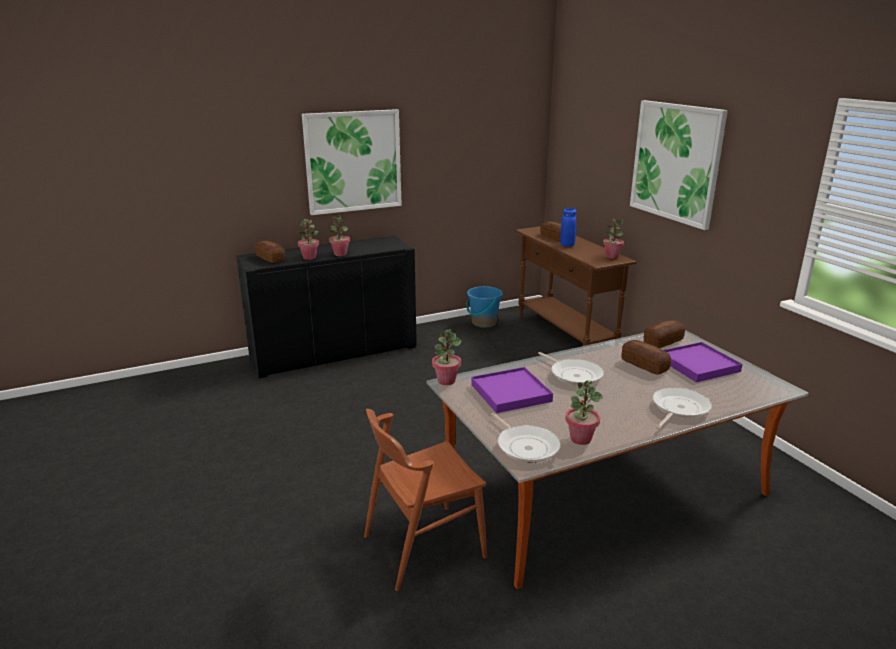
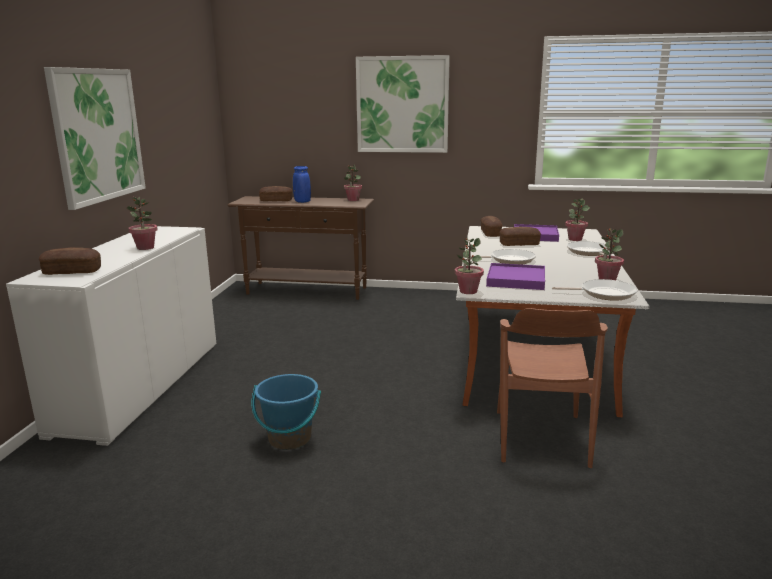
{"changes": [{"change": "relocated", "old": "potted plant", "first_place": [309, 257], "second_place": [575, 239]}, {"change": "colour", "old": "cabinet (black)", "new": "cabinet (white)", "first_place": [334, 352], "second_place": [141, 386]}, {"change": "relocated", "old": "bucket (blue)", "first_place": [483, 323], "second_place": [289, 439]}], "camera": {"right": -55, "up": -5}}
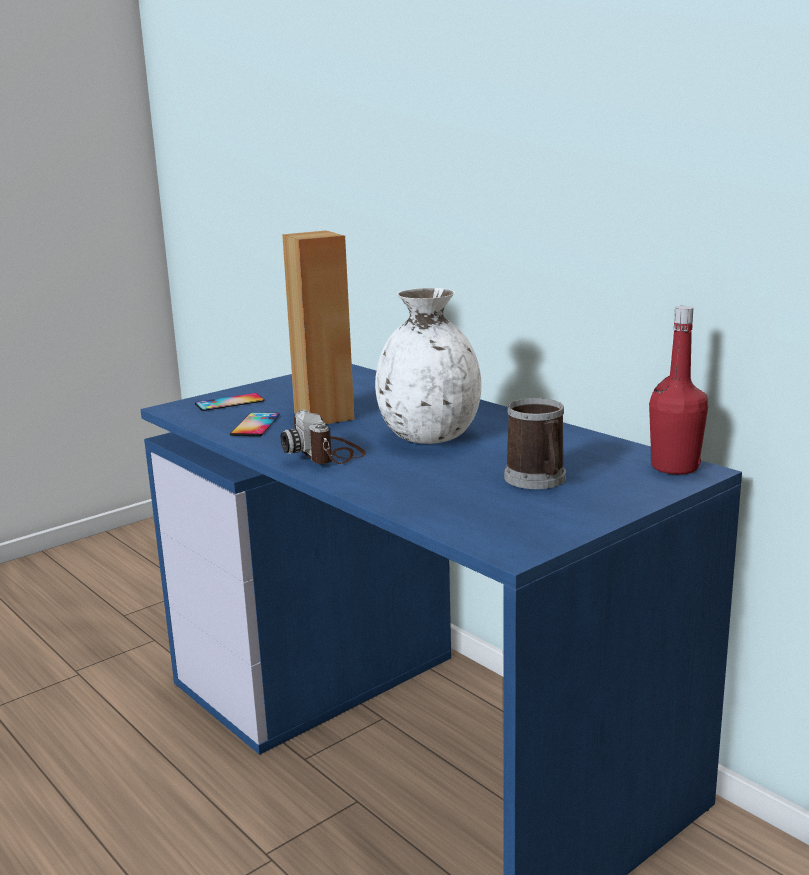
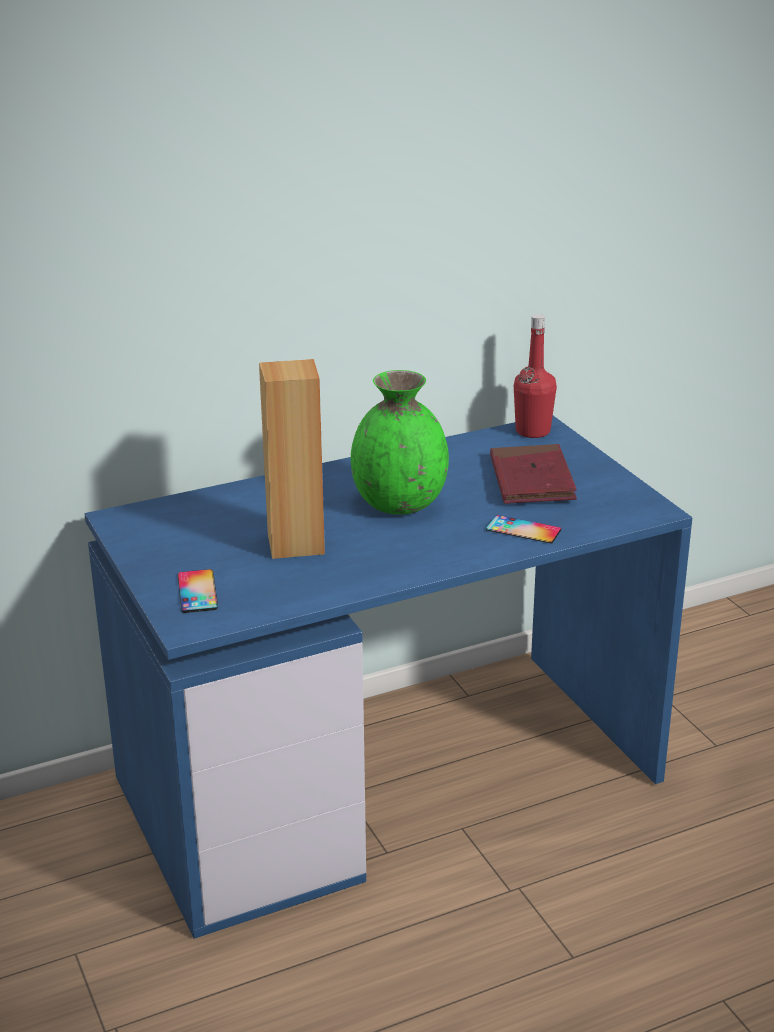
{"changes": [{"change": "colour", "old": "vase (white)", "new": "vase (green)", "first_place": [428, 437], "second_place": [399, 504]}, {"change": "exchanged", "old": "mug", "new": "book (red)", "first_place": [538, 480], "second_place": [531, 480]}, {"change": "missing", "old": "photo camera", "first_place": [327, 453]}, {"change": "relocated", "old": "phone", "first_place": [255, 425], "second_place": [523, 530]}], "camera": {"right": -75, "up": 10}}
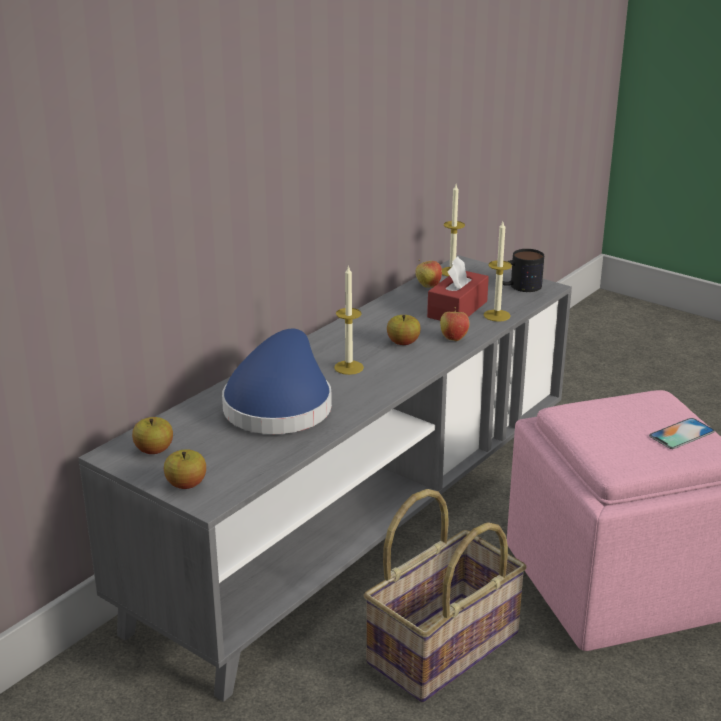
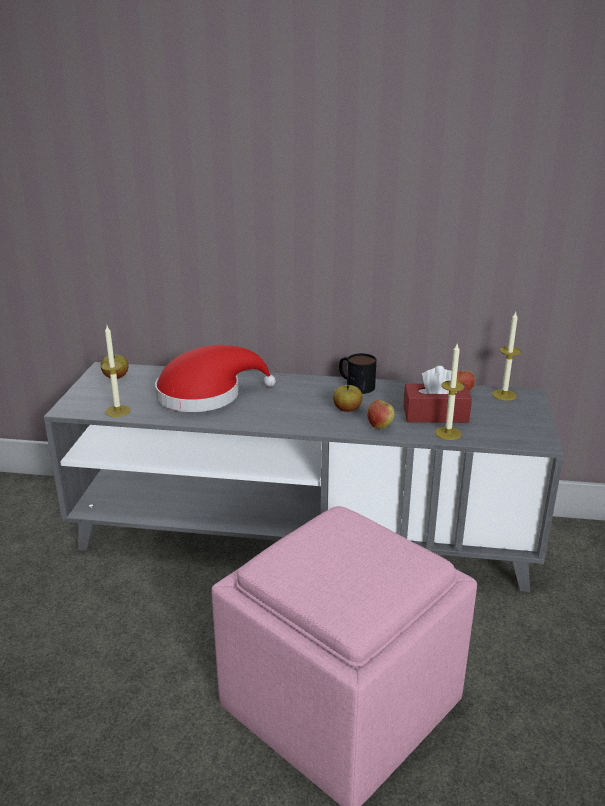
{"changes": [{"change": "relocated", "old": "mug", "first_place": [519, 287], "second_place": [355, 385]}, {"change": "relocated", "old": "candle", "first_place": [349, 367], "second_place": [117, 411]}, {"change": "colour", "old": "hat (blue)", "new": "hat (red)", "first_place": [279, 405], "second_place": [206, 395]}, {"change": "missing", "old": "phone", "first_place": [681, 434]}, {"change": "missing", "old": "apple", "first_place": [186, 485]}, {"change": "missing", "old": "basket", "first_place": [442, 646]}], "camera": {"right": 60, "up": 0}}
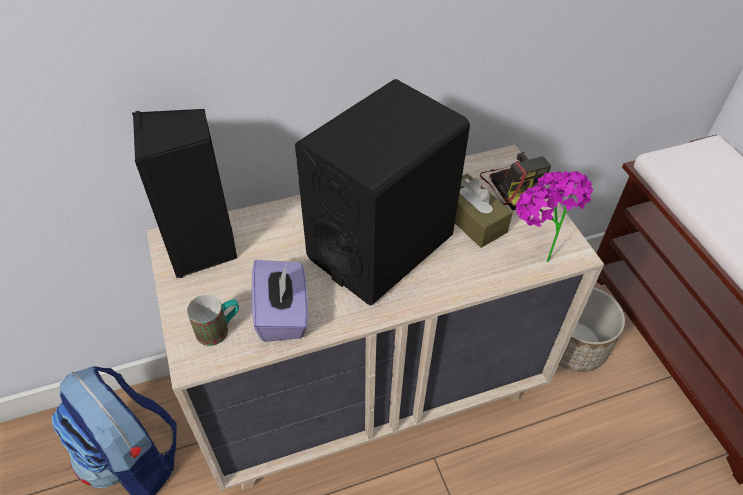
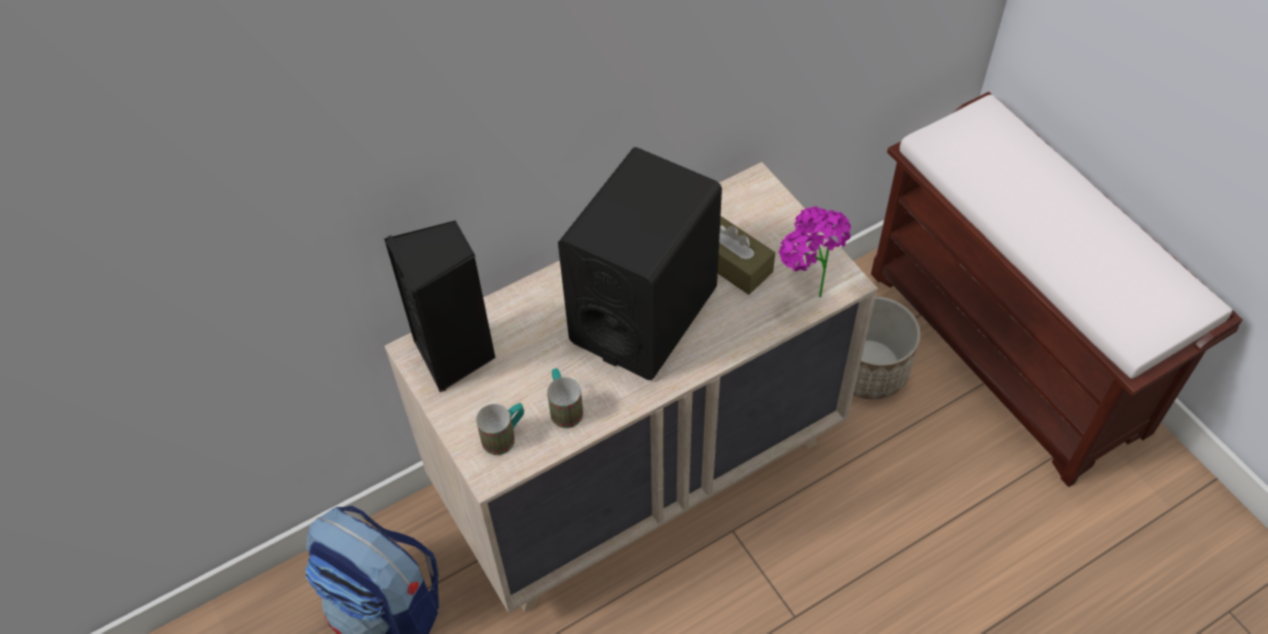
{"changes": [{"change": "missing", "old": "photo camera", "first_place": [512, 185]}, {"change": "exchanged", "old": "tissue box (purple)", "new": "mug", "first_place": [283, 314], "second_place": [564, 407]}], "camera": {"right": -10, "up": 5}}
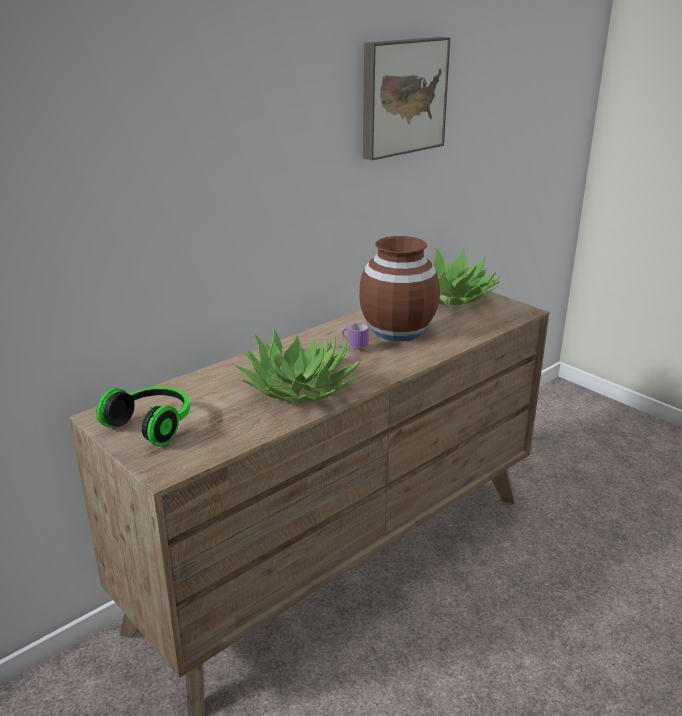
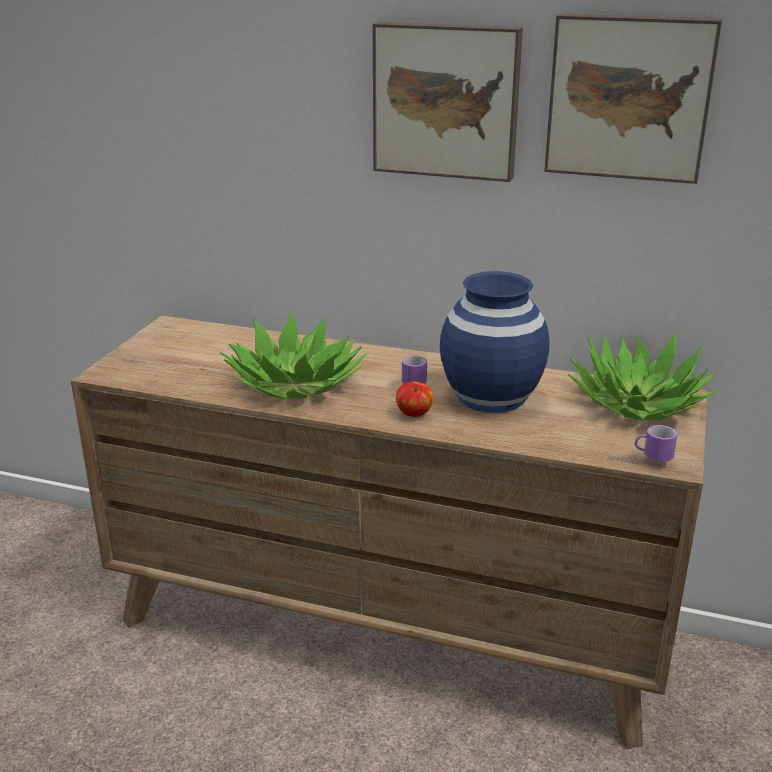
{"changes": [{"change": "colour", "old": "vase (brown)", "new": "vase (blue)", "first_place": [398, 330], "second_place": [491, 397]}, {"change": "missing", "old": "headphones", "first_place": [153, 425]}, {"change": "appeared", "new": "picture", "second_place": [446, 100]}, {"change": "appeared", "new": "apple", "second_place": [414, 414]}, {"change": "appeared", "new": "mug", "second_place": [639, 462]}], "camera": {"right": 60, "up": 0}}
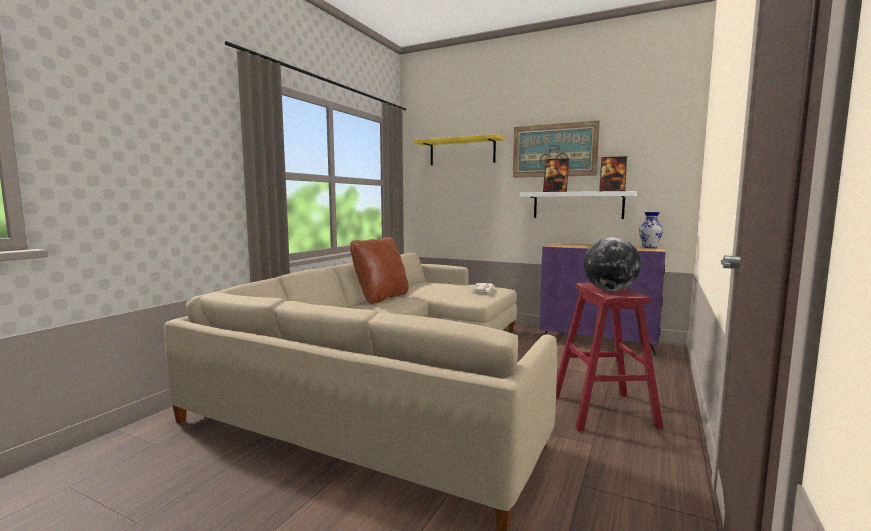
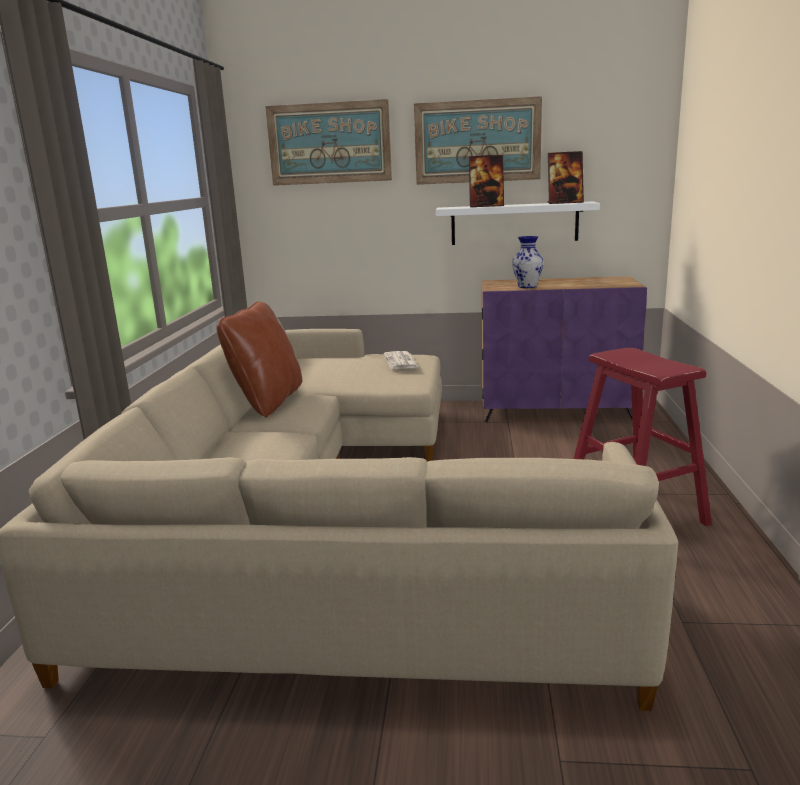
{"changes": [{"change": "exchanged", "old": "shelf (yellow)", "new": "picture", "first_place": [462, 152], "second_place": [329, 143]}, {"change": "relocated", "old": "vase", "first_place": [649, 247], "second_place": [527, 286]}, {"change": "missing", "old": "globe", "first_place": [610, 290]}], "camera": {"right": -20, "up": 10}}
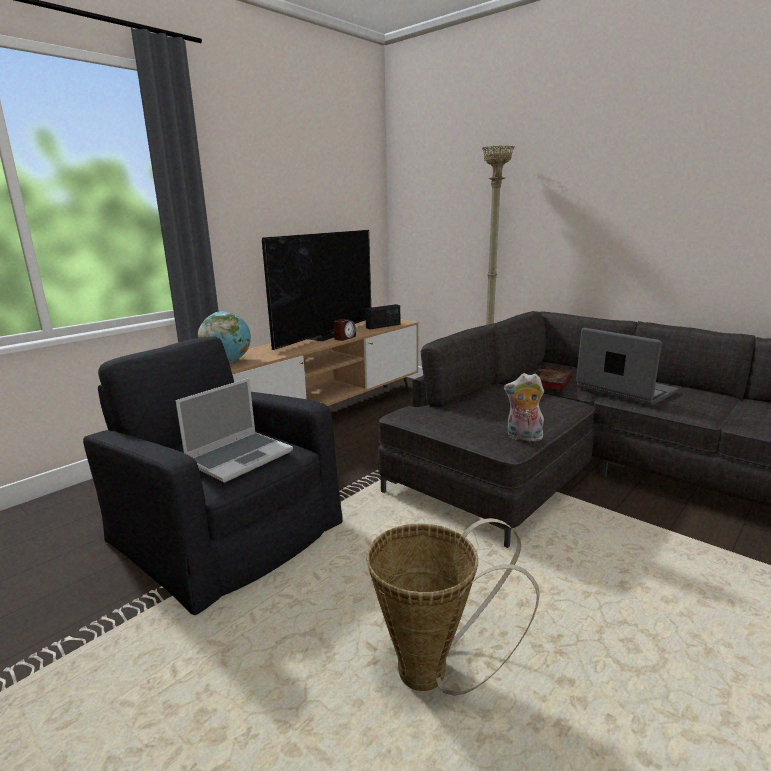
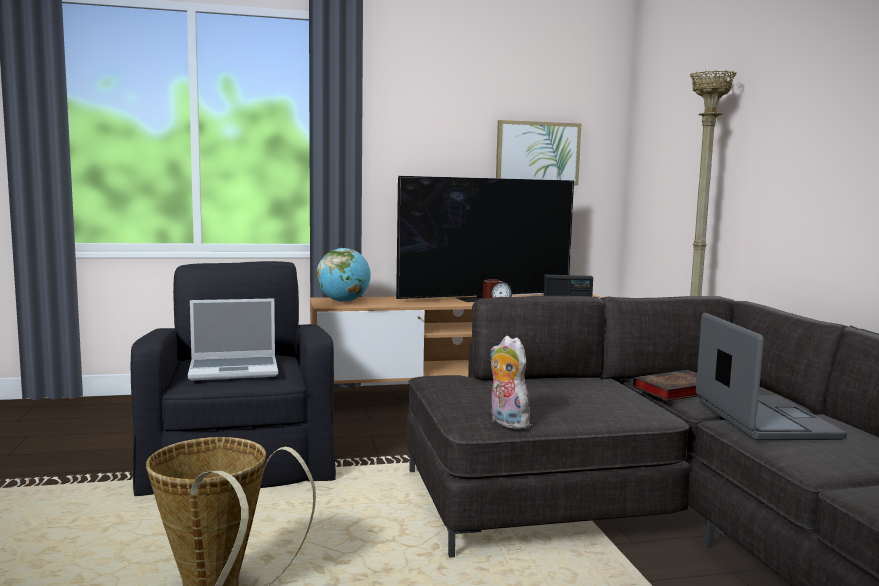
{"changes": [{"change": "appeared", "new": "picture", "second_place": [537, 153]}], "camera": {"right": 35, "up": -10}}
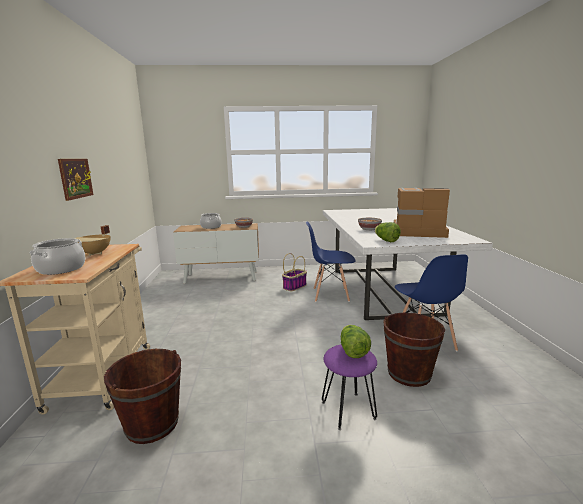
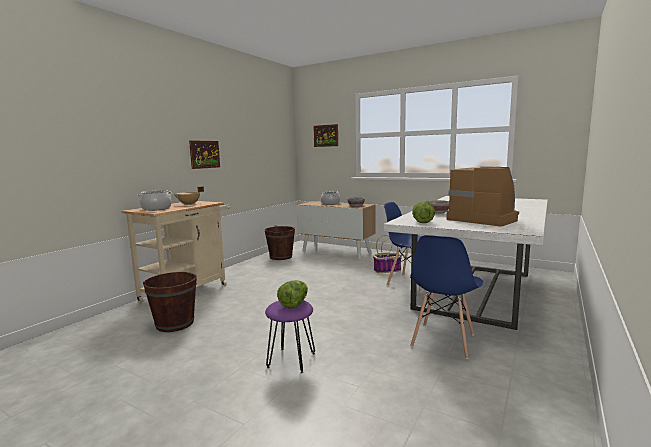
{"changes": [{"change": "relocated", "old": "bucket (brown)", "first_place": [409, 373], "second_place": [281, 257]}, {"change": "appeared", "new": "picture", "second_place": [326, 135]}], "camera": {"right": 35, "up": -5}}
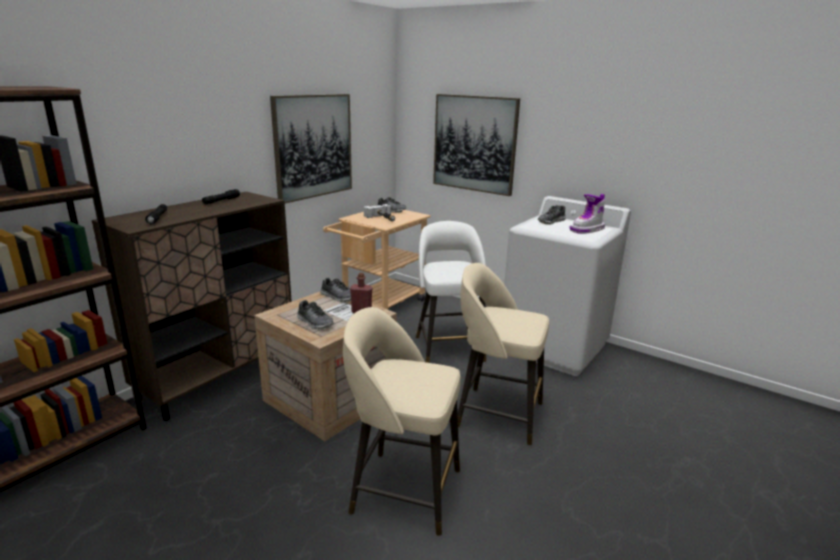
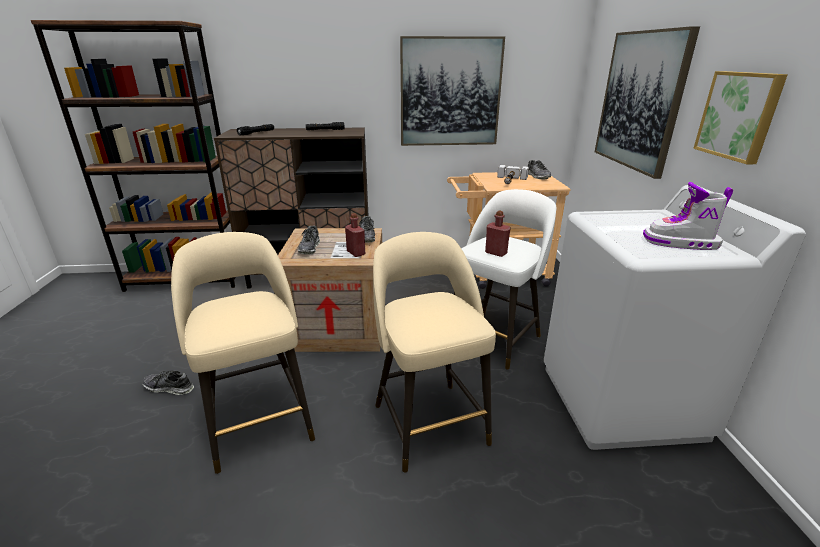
{"changes": [{"change": "relocated", "old": "shoe", "first_place": [551, 221], "second_place": [169, 388]}, {"change": "appeared", "new": "picture", "second_place": [739, 115]}, {"change": "appeared", "new": "bottle (red)", "second_place": [496, 253]}], "camera": {"right": 50, "up": 5}}
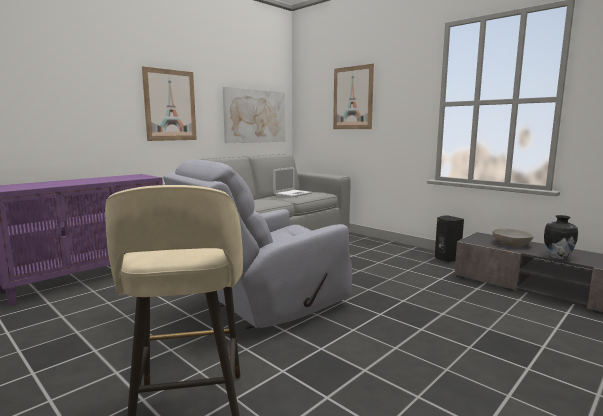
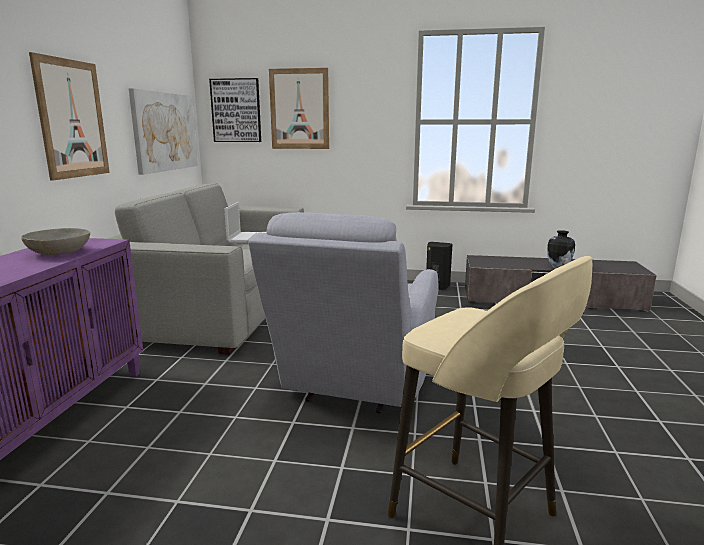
{"changes": [{"change": "relocated", "old": "bowl (grey)", "first_place": [511, 244], "second_place": [59, 252]}, {"change": "appeared", "new": "picture", "second_place": [236, 110]}], "camera": {"right": -35, "up": 5}}
